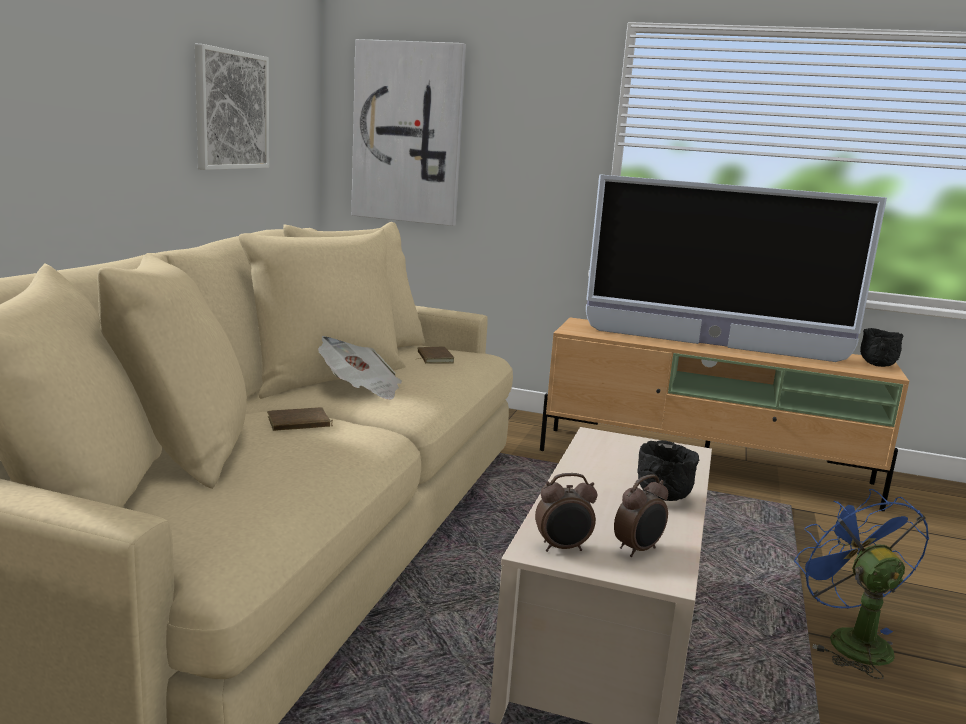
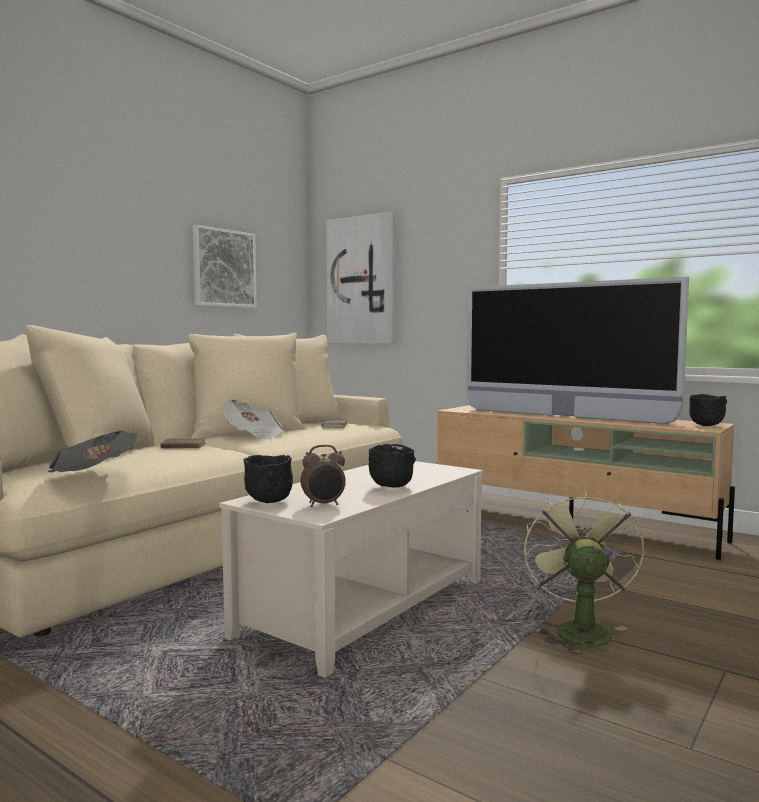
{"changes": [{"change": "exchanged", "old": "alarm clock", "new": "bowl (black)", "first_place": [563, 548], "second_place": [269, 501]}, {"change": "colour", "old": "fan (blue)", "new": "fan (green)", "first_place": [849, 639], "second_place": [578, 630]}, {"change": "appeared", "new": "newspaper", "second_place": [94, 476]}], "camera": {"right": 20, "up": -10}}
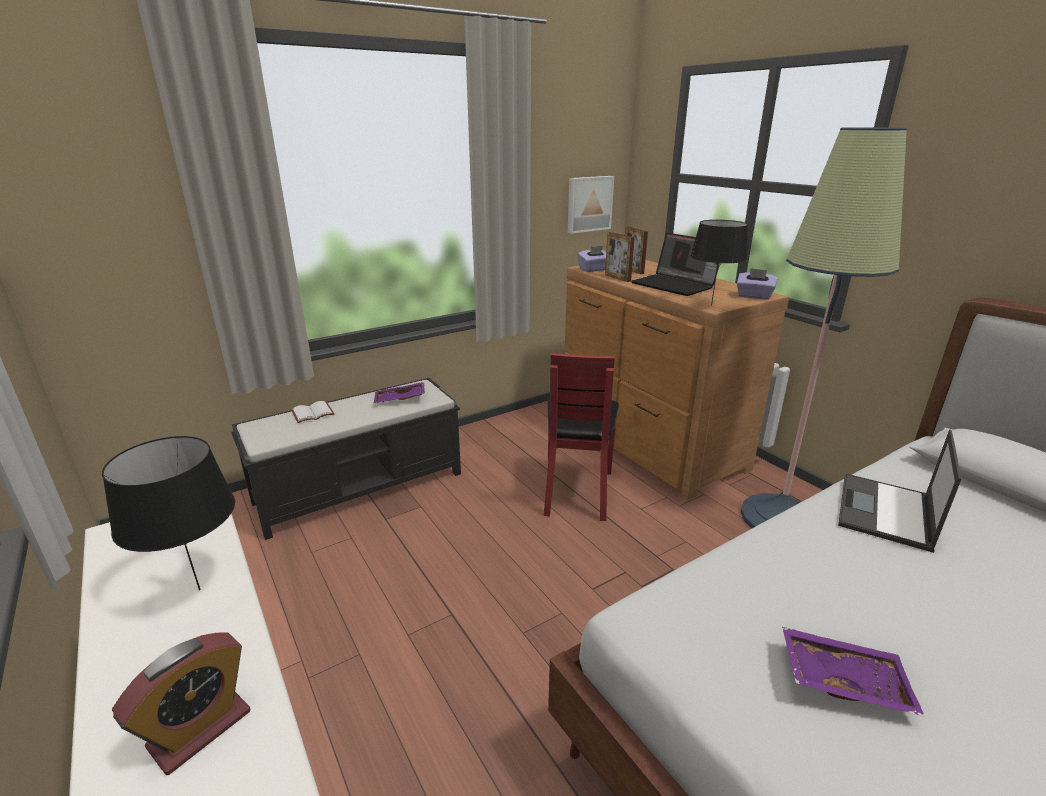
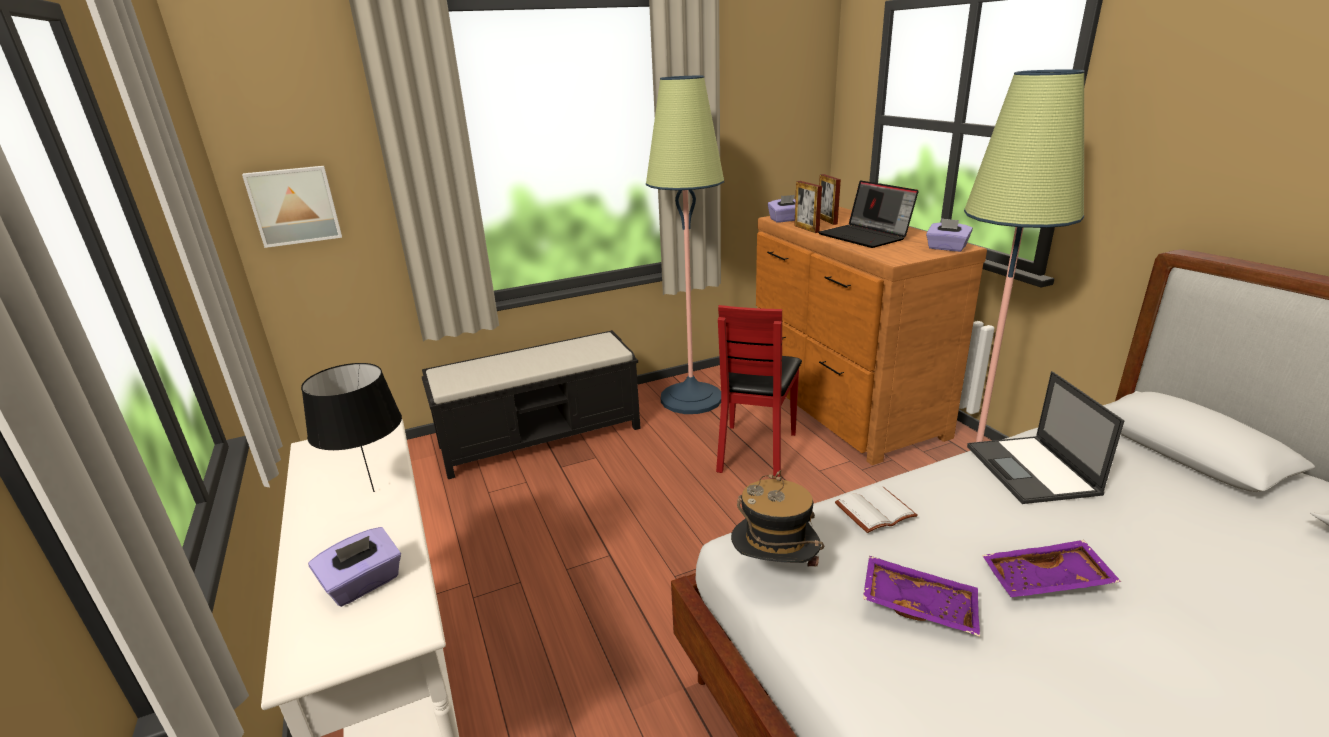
{"changes": [{"change": "relocated", "old": "picture", "first_place": [588, 204], "second_place": [294, 205]}, {"change": "missing", "old": "table lamp (black)", "first_place": [711, 305]}, {"change": "relocated", "old": "tray (purple)", "first_place": [400, 399], "second_place": [1046, 581]}, {"change": "relocated", "old": "book (white)", "first_place": [313, 413], "second_place": [874, 509]}, {"change": "spun", "old": "laptop", "first_place": [885, 512], "second_place": [1032, 470], "degrees": -45}, {"change": "exchanged", "old": "alarm clock", "new": "tissue box (purple)", "first_place": [200, 729], "second_place": [363, 584]}, {"change": "appeared", "new": "floor lamp", "second_place": [691, 399]}, {"change": "appeared", "new": "hat", "second_place": [774, 573]}], "camera": {"right": 10, "up": 0}}
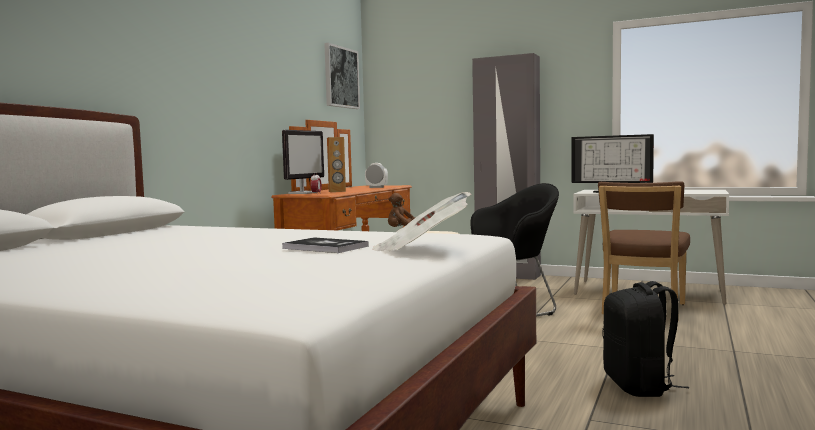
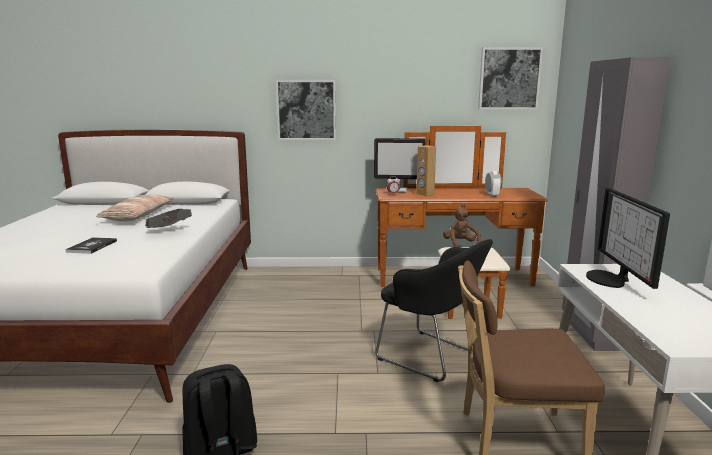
{"changes": [{"change": "relocated", "old": "newspaper", "first_place": [421, 249], "second_place": [169, 231]}, {"change": "appeared", "new": "picture", "second_place": [306, 110]}, {"change": "appeared", "new": "pillow", "second_place": [139, 216]}], "camera": {"right": 65, "up": 10}}
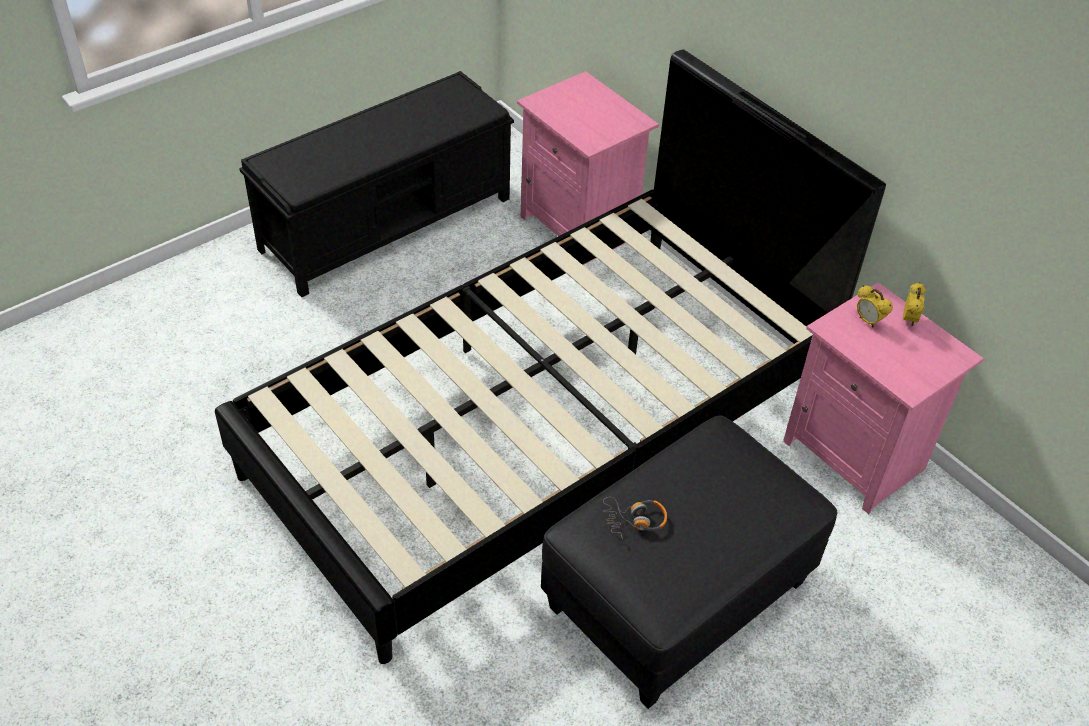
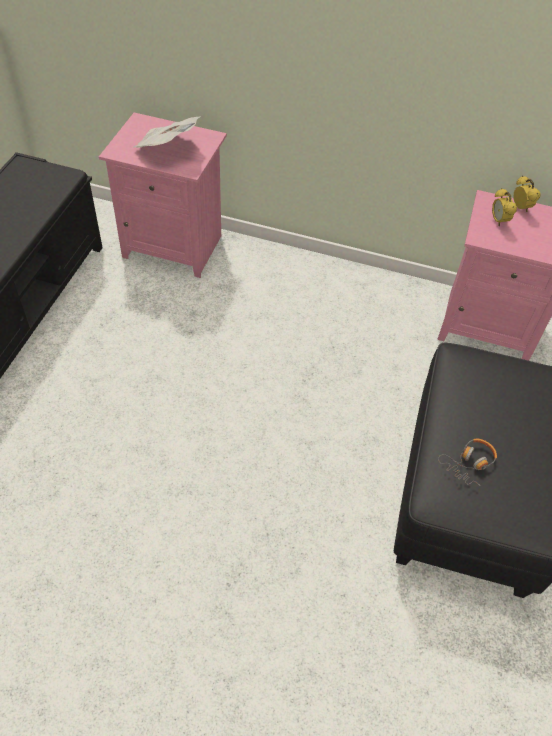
{"changes": [{"change": "missing", "old": "bed (black)", "first_place": [542, 427]}, {"change": "spun", "old": "alarm clock", "first_place": [868, 321], "second_place": [498, 221], "degrees": 60}, {"change": "appeared", "new": "newspaper", "second_place": [167, 148]}], "camera": {"right": -35, "up": 5}}
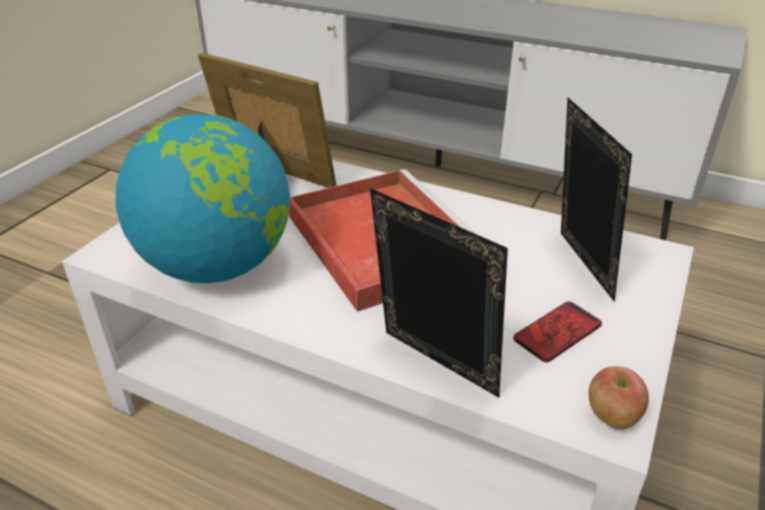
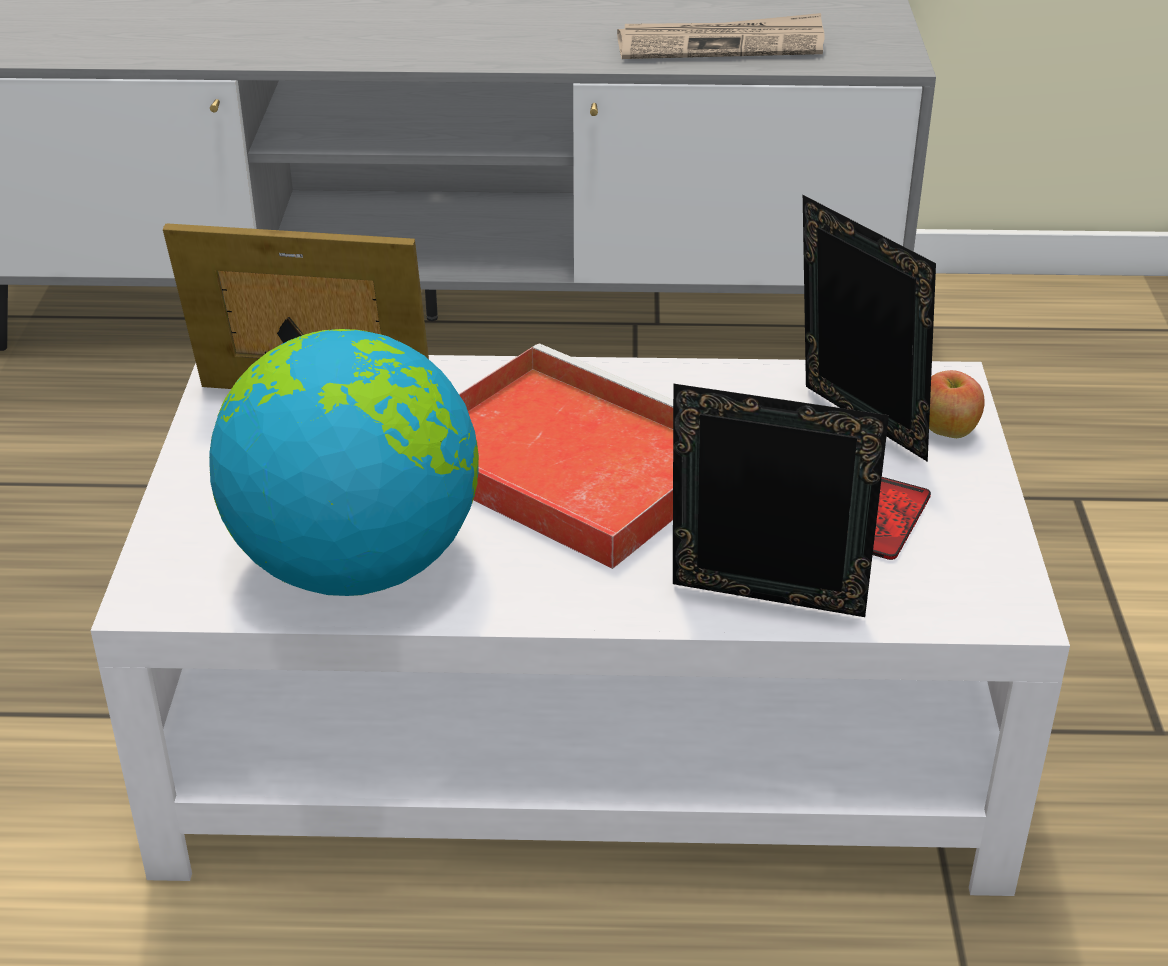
{"changes": [{"change": "relocated", "old": "apple", "first_place": [611, 417], "second_place": [947, 431]}, {"change": "appeared", "new": "newspaper", "second_place": [721, 45]}], "camera": {"right": -25, "up": 0}}
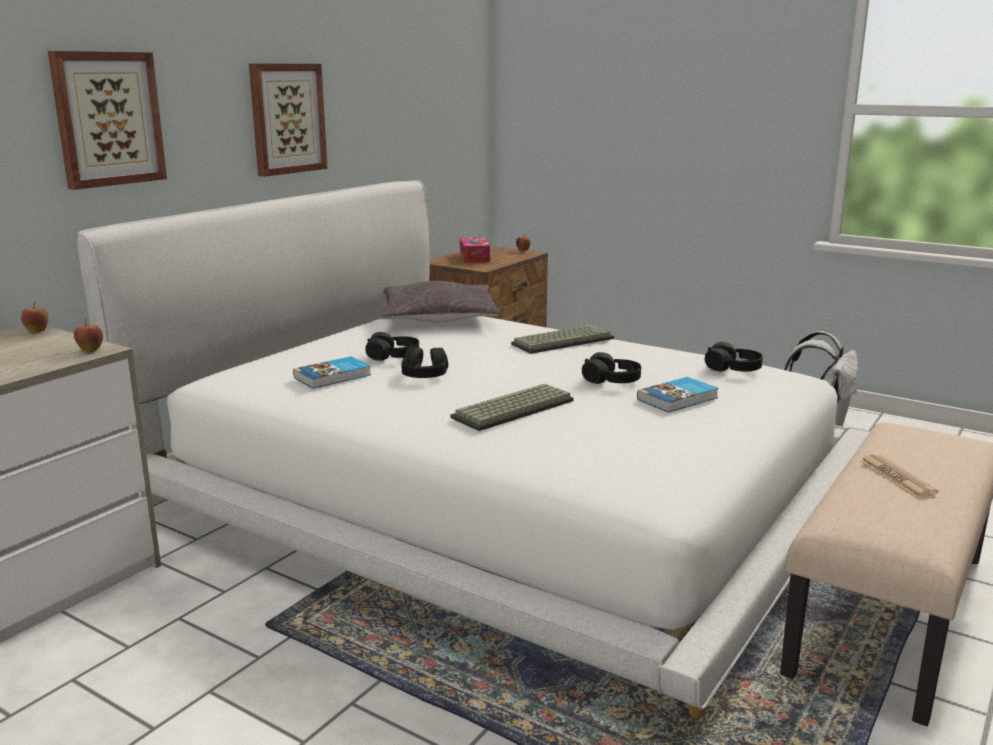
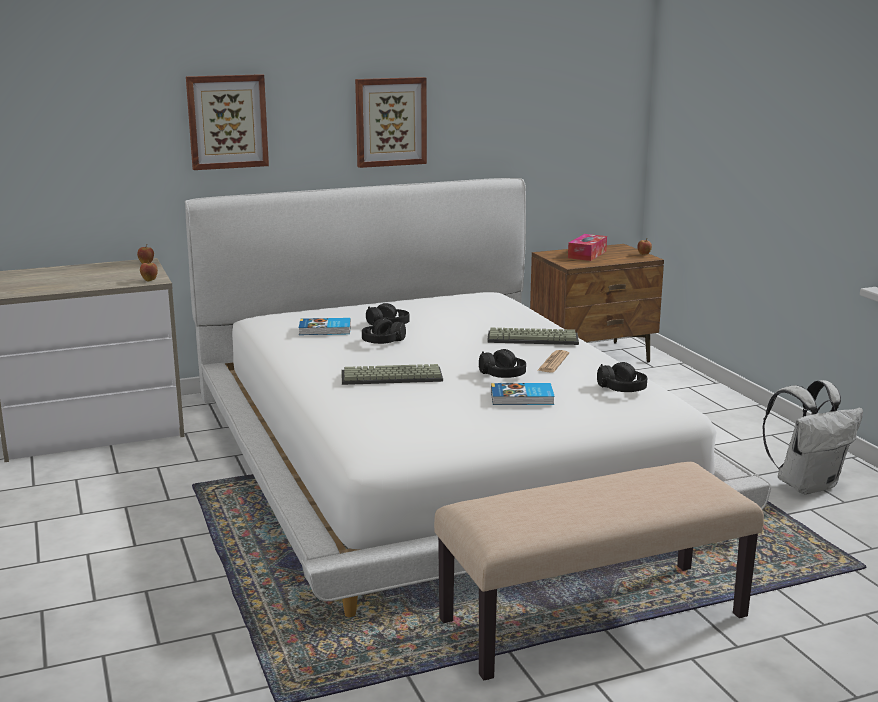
{"changes": [{"change": "missing", "old": "pillow (grey)", "first_place": [438, 318]}, {"change": "relocated", "old": "newspaper", "first_place": [896, 477], "second_place": [553, 362]}], "camera": {"right": 35, "up": 0}}
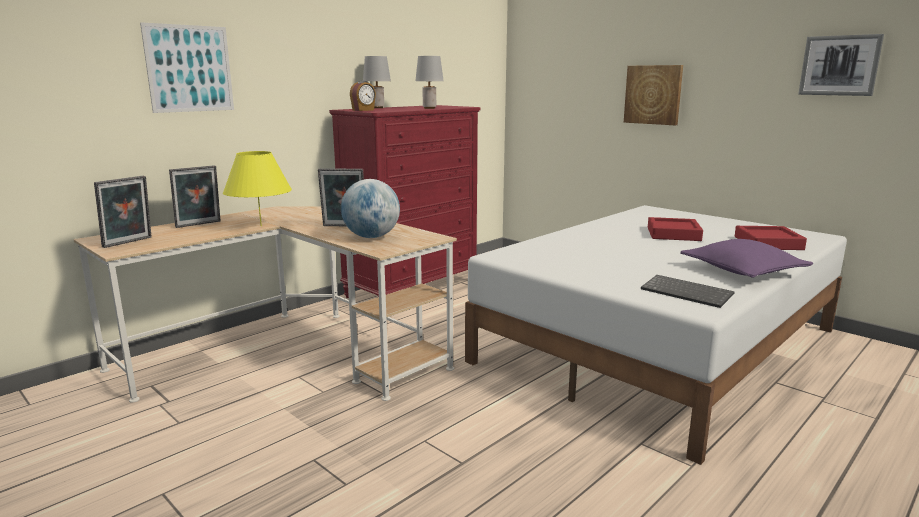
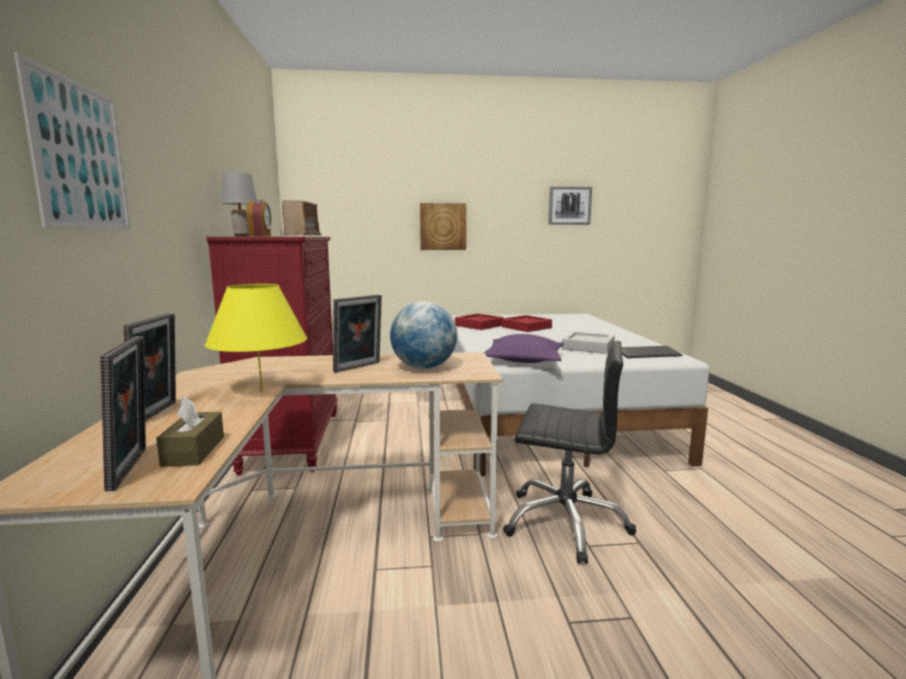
{"changes": [{"change": "exchanged", "old": "table lamp (grey)", "new": "radio", "first_place": [430, 108], "second_place": [302, 236]}, {"change": "relocated", "old": "tray (red)", "first_place": [768, 243], "second_place": [479, 325]}, {"change": "relocated", "old": "pillow (purple)", "first_place": [742, 271], "second_place": [524, 360]}, {"change": "appeared", "new": "tray (grey)", "second_place": [588, 347]}, {"change": "appeared", "new": "office chair (black)", "second_place": [565, 522]}, {"change": "appeared", "new": "tissue box (brown)", "second_place": [194, 451]}], "camera": {"right": -50, "up": -5}}
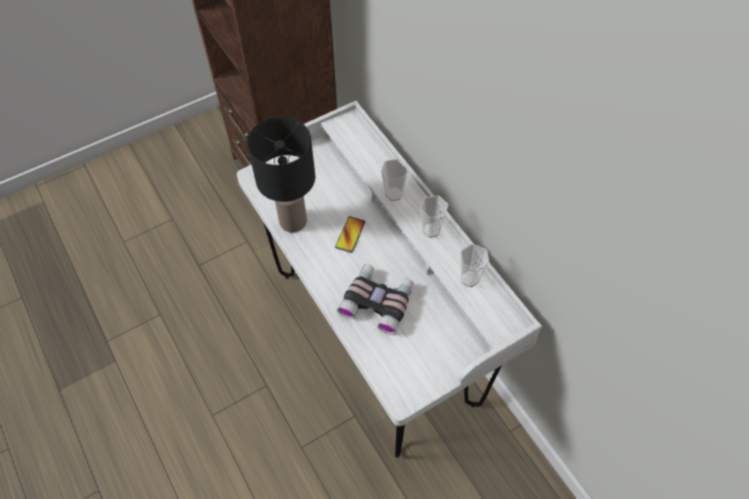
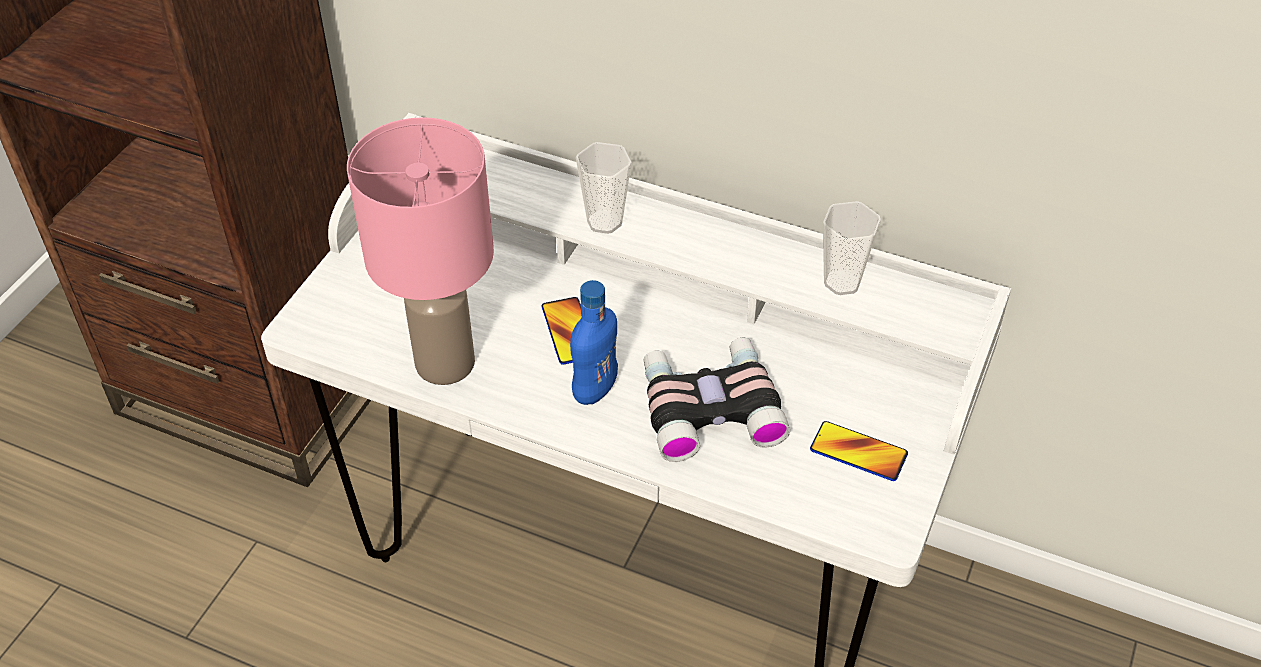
{"changes": [{"change": "colour", "old": "table lamp (black)", "new": "table lamp (pink)", "first_place": [293, 220], "second_place": [443, 361]}, {"change": "missing", "old": "cup", "first_place": [431, 230]}, {"change": "appeared", "new": "bottle (blue)", "second_place": [595, 390]}, {"change": "appeared", "new": "phone", "second_place": [858, 452]}], "camera": {"right": -35, "up": -10}}
